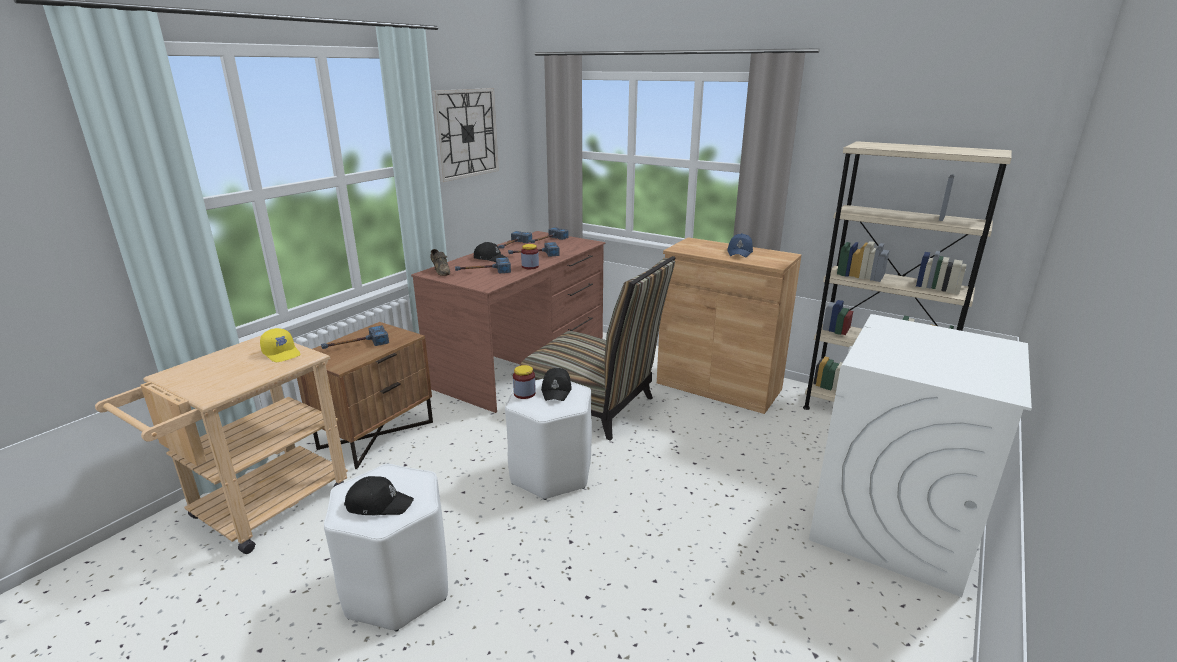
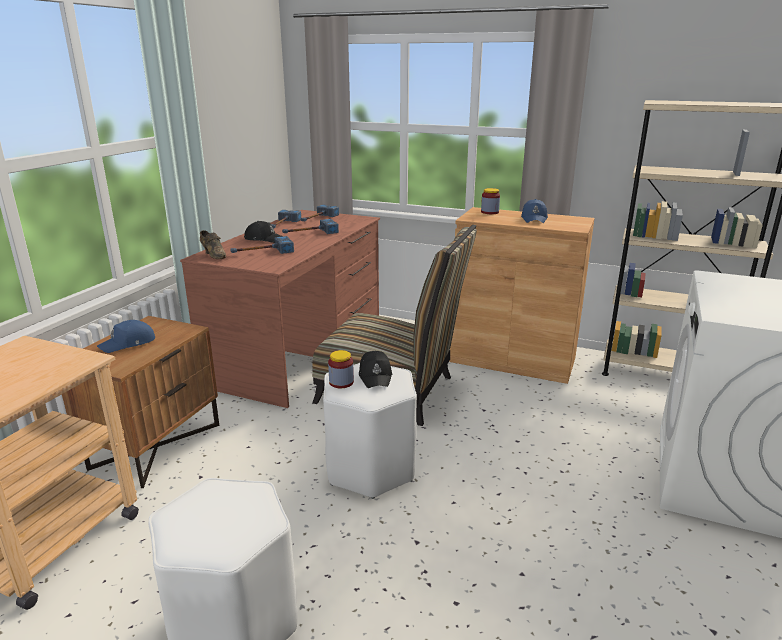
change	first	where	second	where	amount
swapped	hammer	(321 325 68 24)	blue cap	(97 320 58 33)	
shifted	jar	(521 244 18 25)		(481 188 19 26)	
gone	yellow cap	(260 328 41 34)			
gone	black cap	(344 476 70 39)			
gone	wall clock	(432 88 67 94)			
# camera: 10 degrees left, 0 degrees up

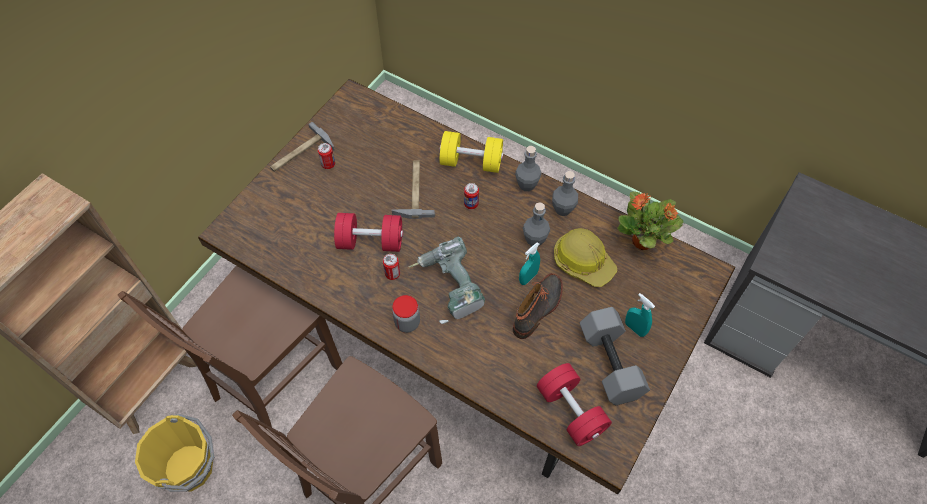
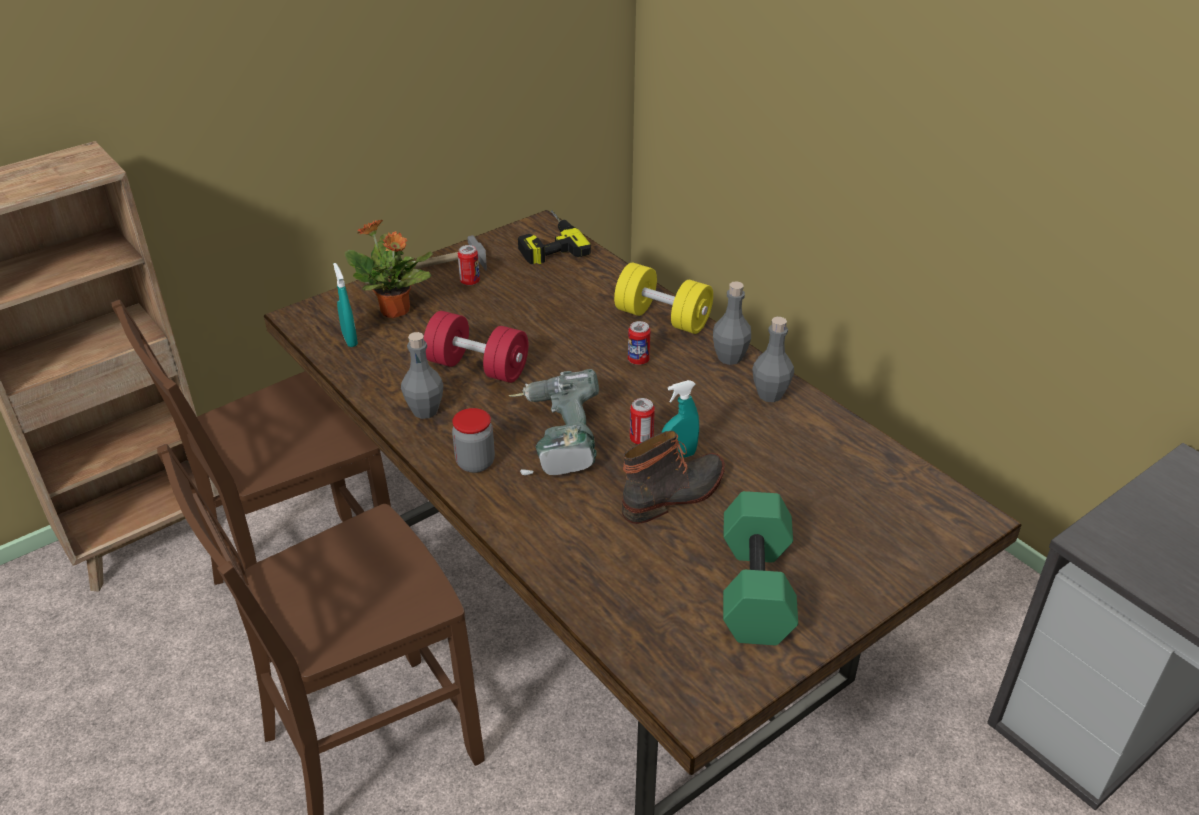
change	first	where	second	where	amount
shifted	turquoise spray bottle	(625 293 30 44)		(333 263 25 84)	
shifted	potted plant	(617 191 67 59)		(345 219 88 99)	
shifted	grey bottle	(523 202 27 44)		(401 332 43 87)	
new			power drill	(518 210 73 54)	
shifted	can	(383 254 17 26)		(630 398 25 46)	
repainted	grey dumbbell	(580 307 70 98)	green dumbbell	(723 491 75 154)	
gone	yellow bucket	(135 414 79 78)			
gone	hammer	(392 160 43 59)			
gone	red dumbbell	(537 363 75 83)			
gone	hard hat	(554 229 63 58)			
# camera: 20 degrees right, 20 degrees down

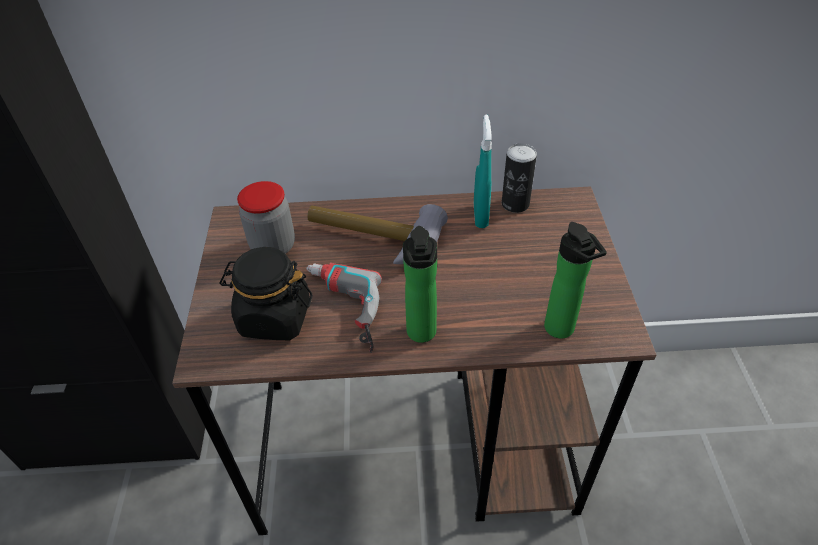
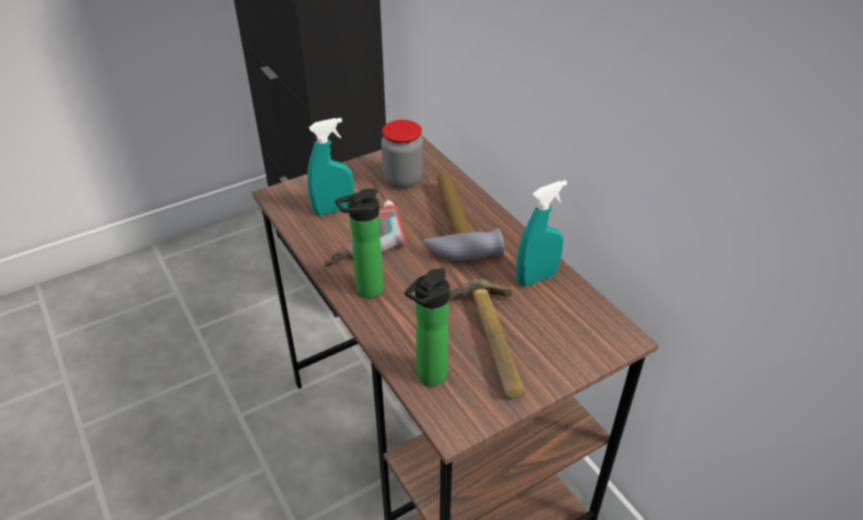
change	first	where	second	where	amount
swapped	black jar	(219 247 94 93)	turquoise spray bottle	(307 118 47 97)	
new			hammer	(449 279 76 119)	
gone	can	(502 143 35 70)			
# camera: 60 degrees right, 5 degrees down

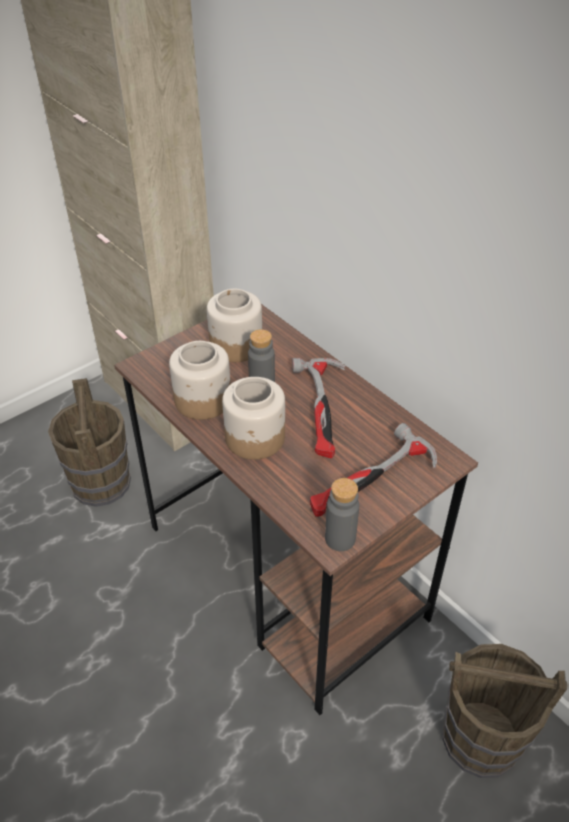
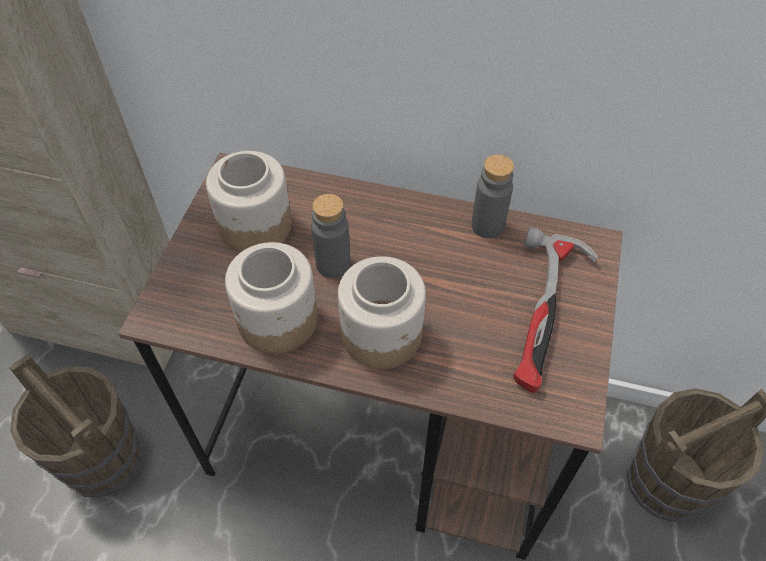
change	first	where	second	where	amount
shifted	grey bottle	(325 478 34 73)		(471 155 43 83)	
gone	hammer	(292 358 54 100)			
# camera: 35 degrees left, 10 degrees up

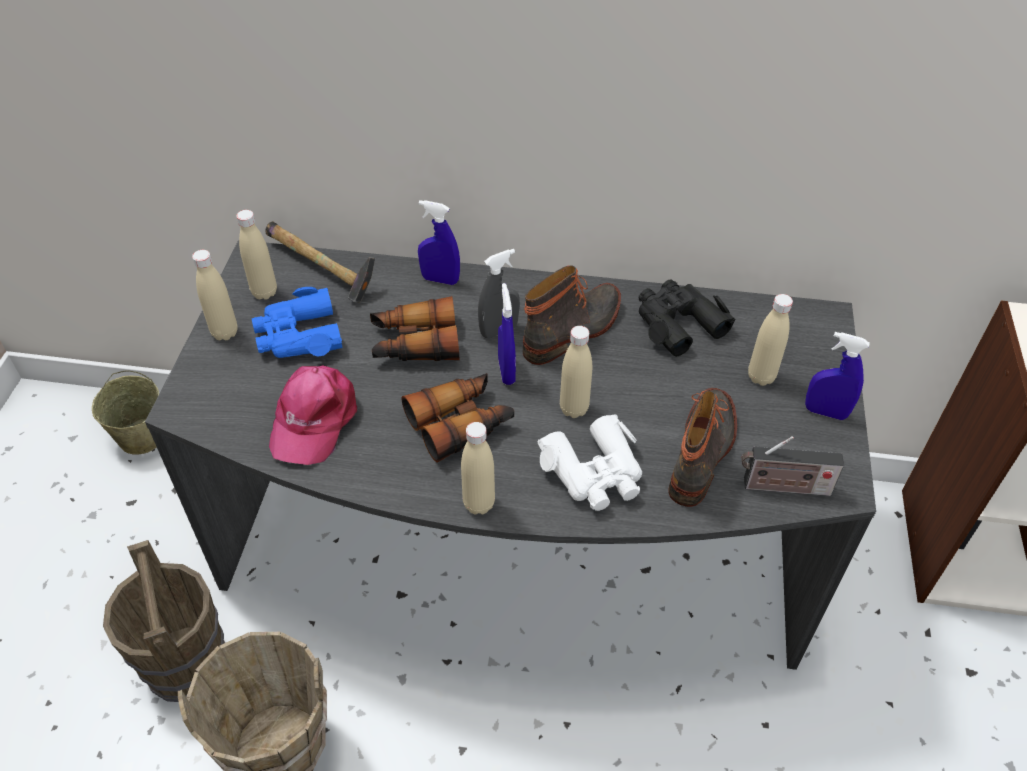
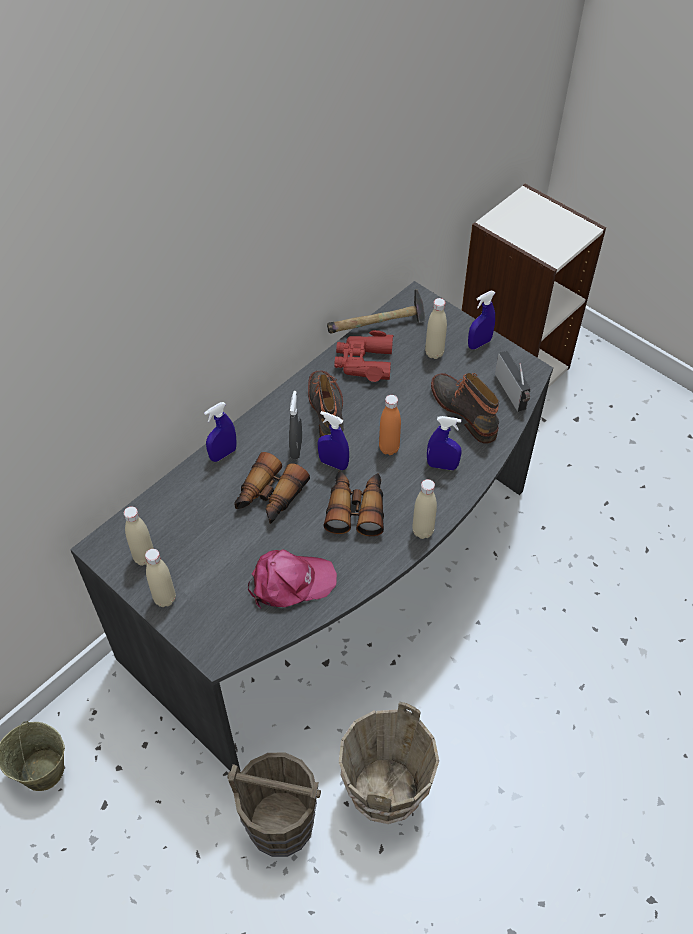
change	first	where	second	where	amount
rotated	pink cap	(269 365 88 100)		(248 549 89 59)	60 degrees counterclockwise
shifted	hammer	(266 221 109 82)		(327 289 99 45)	
repainted	black binoculars	(639 279 96 78)	red binoculars	(334 330 59 52)	
repainted	beige bottle	(560 326 32 92)	orange bottle	(379 395 22 60)	
swapped	white binoculars	(538 415 104 96)	blue spray bottle	(427 416 35 54)	
rotated	radio	(742 436 102 60)		(495 351 36 61)	60 degrees counterclockwise
gone	blue binoculars	(252 287 91 71)			
# camera: 55 degrees left, 5 degrees up

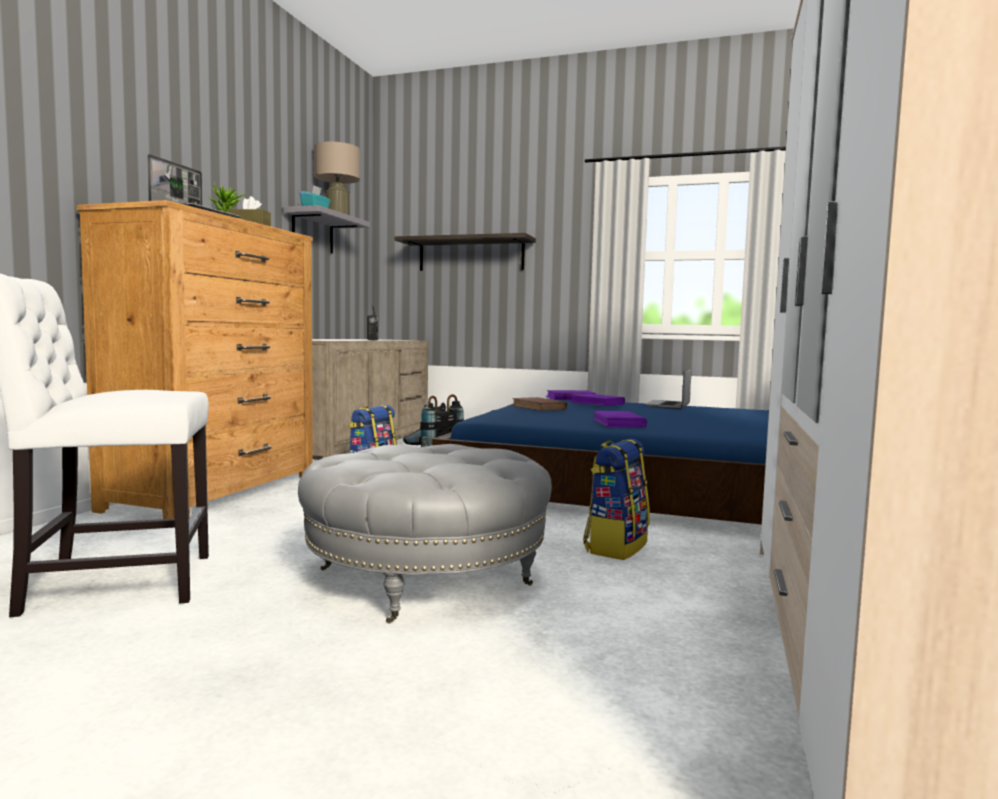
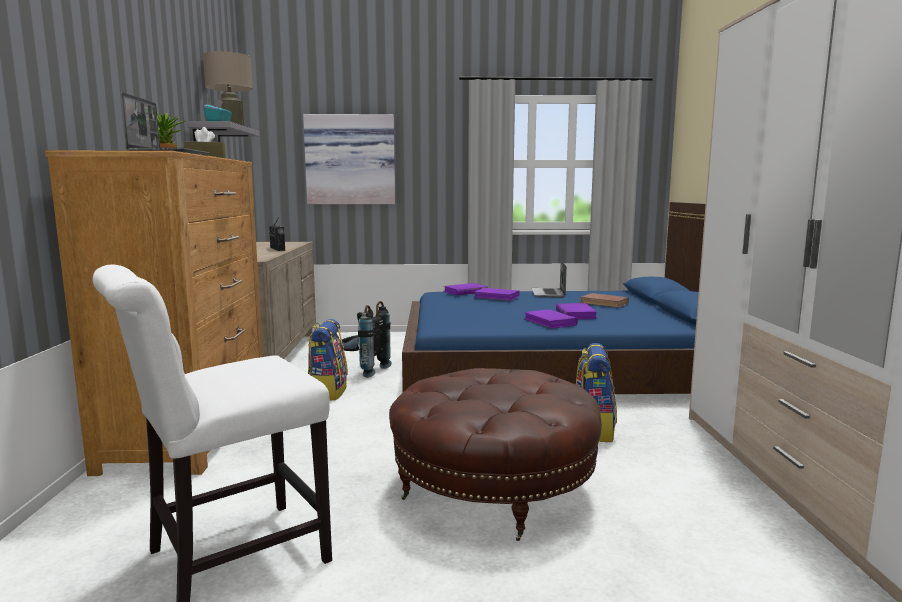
change	first	where	second	where	amount
swapped	shelf	(395 233 141 38)	picture	(303 114 92 90)	
repainted	grey ottoman	(298 444 254 179)	brown ottoman	(389 368 213 173)	
new			purple book	(556 303 41 16)	
shifted	brown book	(512 397 55 14)		(581 293 48 15)	
# camera: 20 degrees left, 5 degrees up

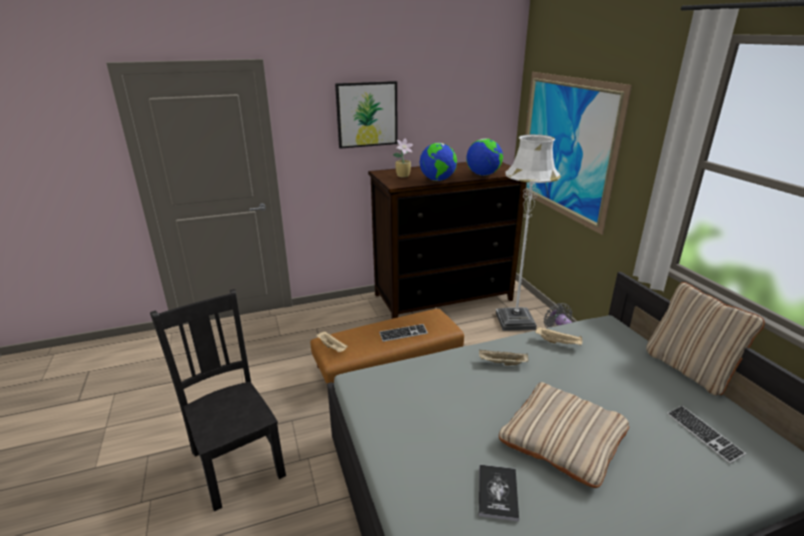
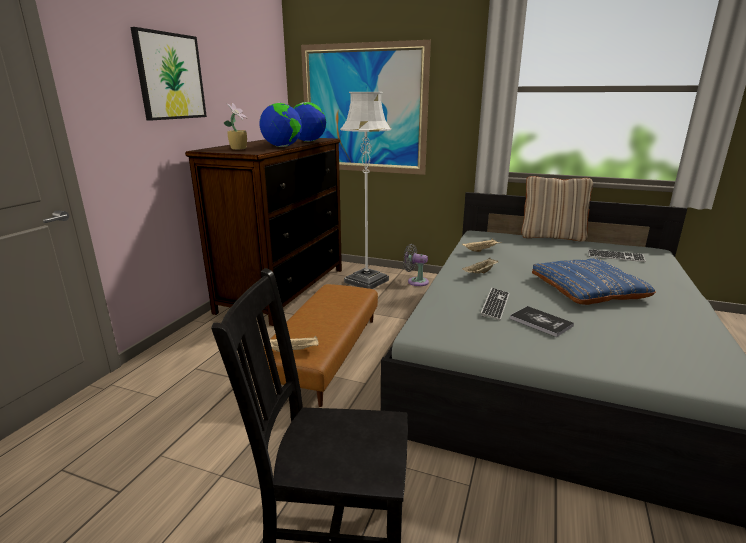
change	first	where	second	where	amount
shifted	keyboard	(379 324 49 18)		(480 288 30 32)	
shifted	book	(479 465 40 56)		(510 306 64 31)	
repainted	beige pillow	(499 382 130 106)	blue pillow	(532 258 124 47)	
# camera: 50 degrees left, 5 degrees down

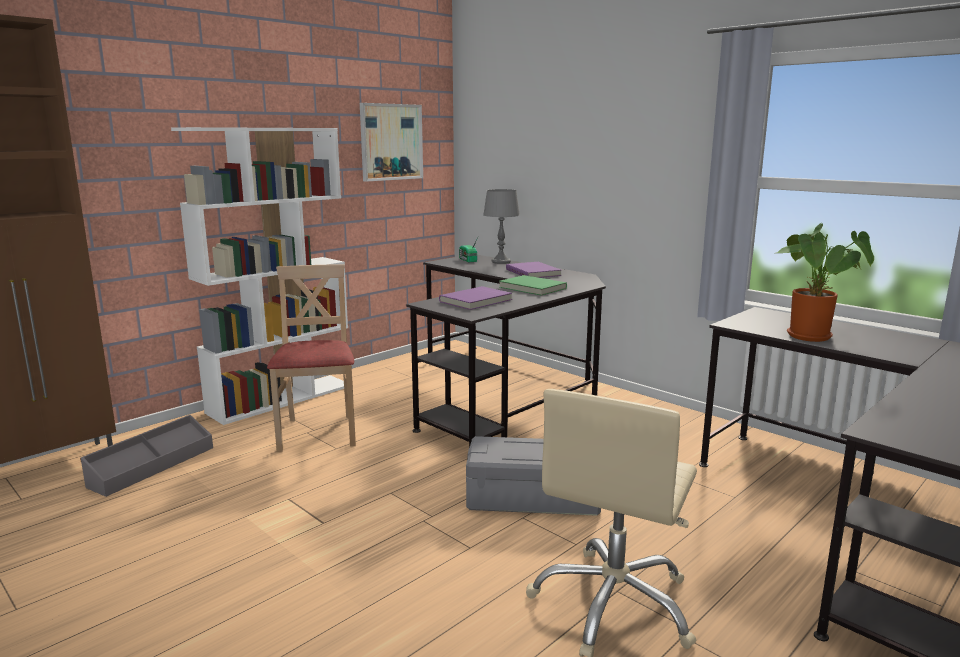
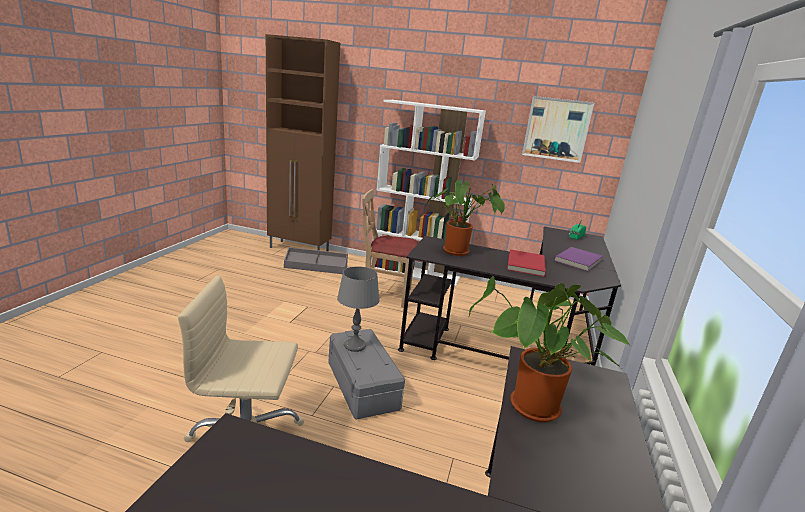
change	first	where	second	where	amount
shifted	grey table lamp	(483 189 37 75)		(337 267 43 85)	
rotated	beige chair	(267 264 89 188)		(362 189 56 119)	135 degrees counterclockwise
swapped	purple book	(439 286 73 24)	potted plant	(426 180 79 76)	
repainted	green book	(499 275 68 21)	red book	(507 249 39 28)	
# camera: 60 degrees right, 5 degrees up

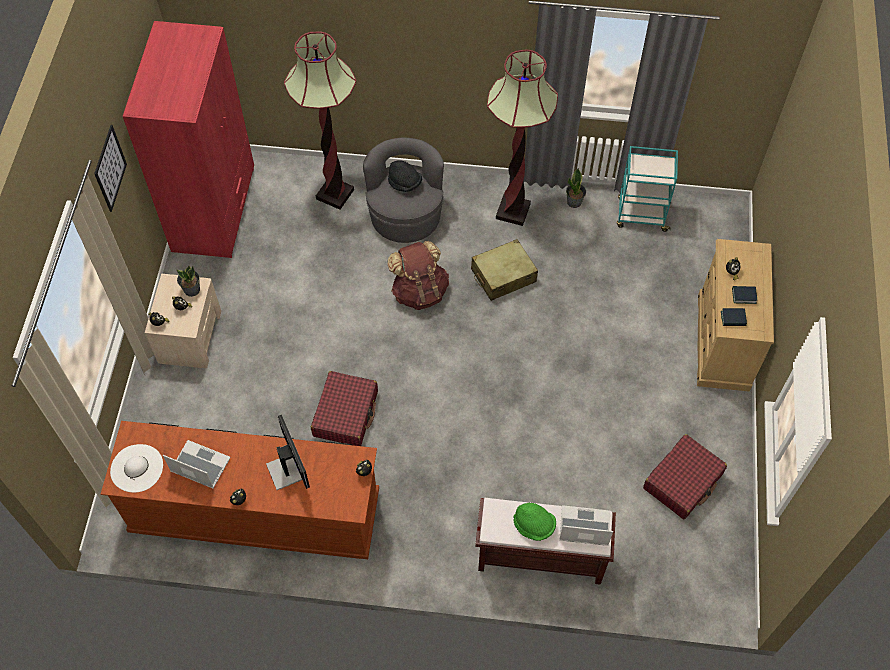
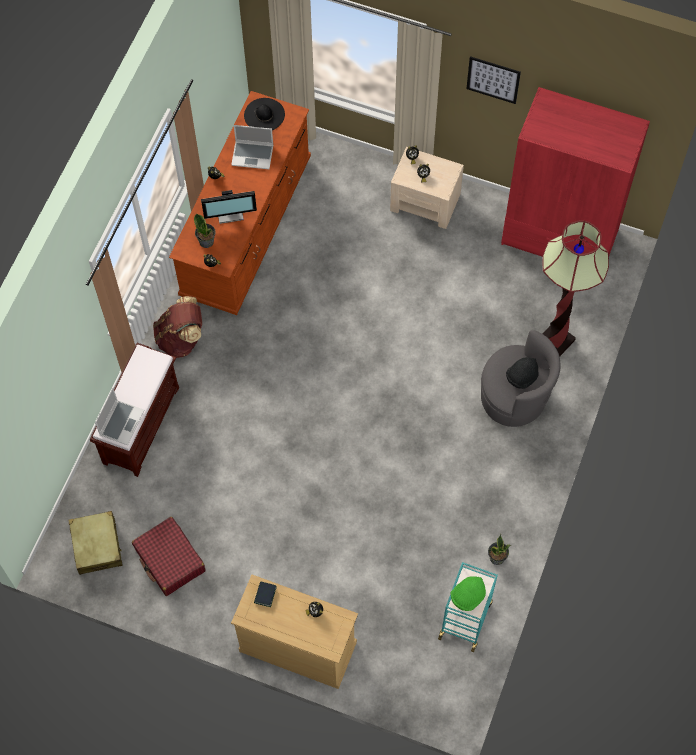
change	first	where	second	where	amount
shifted	beige suitcase	(471 239 67 62)		(69 511 54 64)	
shifted	brown backpack	(387 241 62 69)		(153 296 49 62)	
shifted	potted plant	(177 266 23 31)		(194 213 22 35)	
rotated	laptop	(163 440 68 48)		(231 125 42 44)	60 degrees clockwise
repainted	white hat	(110 444 53 49)	black hat	(244 98 41 32)	
shifted	green hat	(513 503 43 38)		(451 576 35 35)	
gone	red suitcase	(311 371 67 75)			
gone	floor lamp	(487 49 71 177)			
gone	book	(732 286 25 18)			
# camera: 105 degrees right, 5 degrees up

